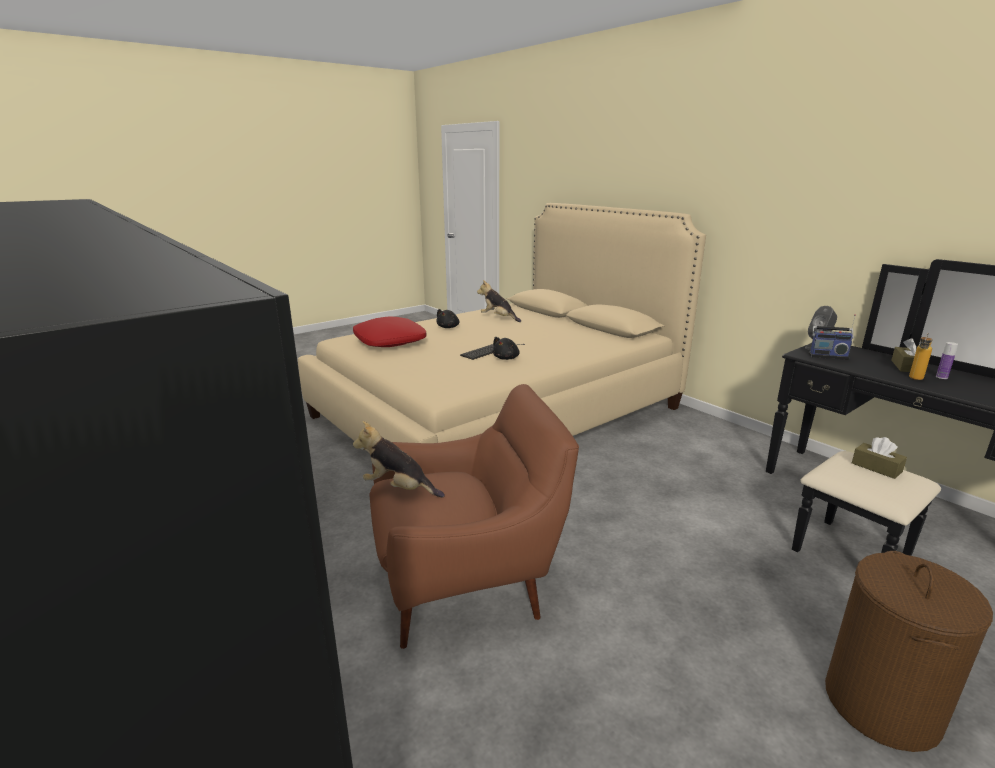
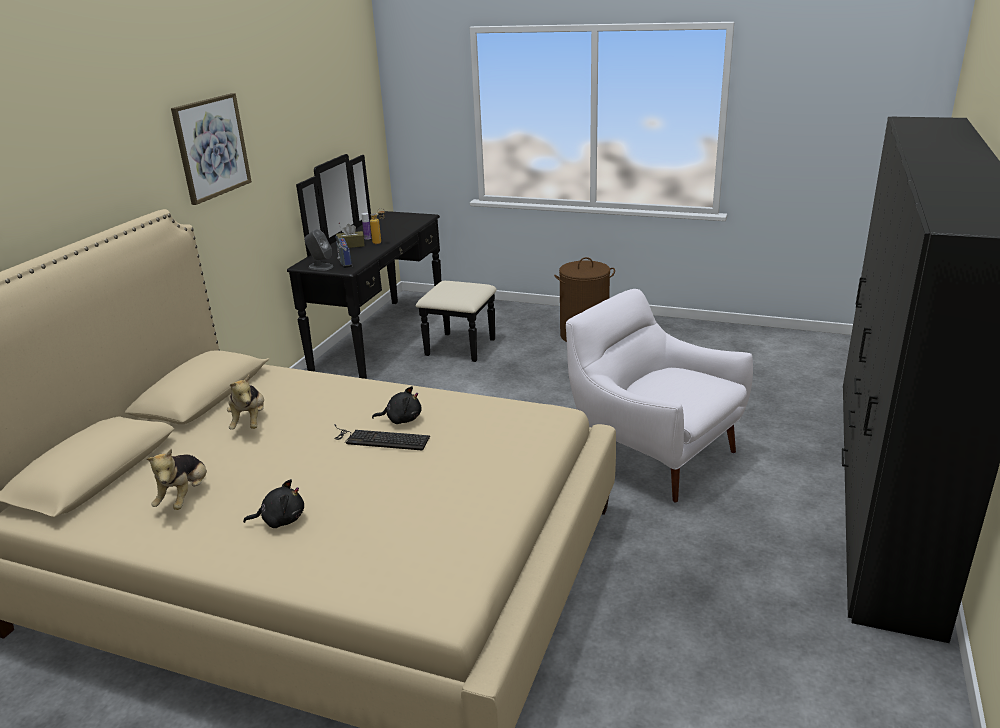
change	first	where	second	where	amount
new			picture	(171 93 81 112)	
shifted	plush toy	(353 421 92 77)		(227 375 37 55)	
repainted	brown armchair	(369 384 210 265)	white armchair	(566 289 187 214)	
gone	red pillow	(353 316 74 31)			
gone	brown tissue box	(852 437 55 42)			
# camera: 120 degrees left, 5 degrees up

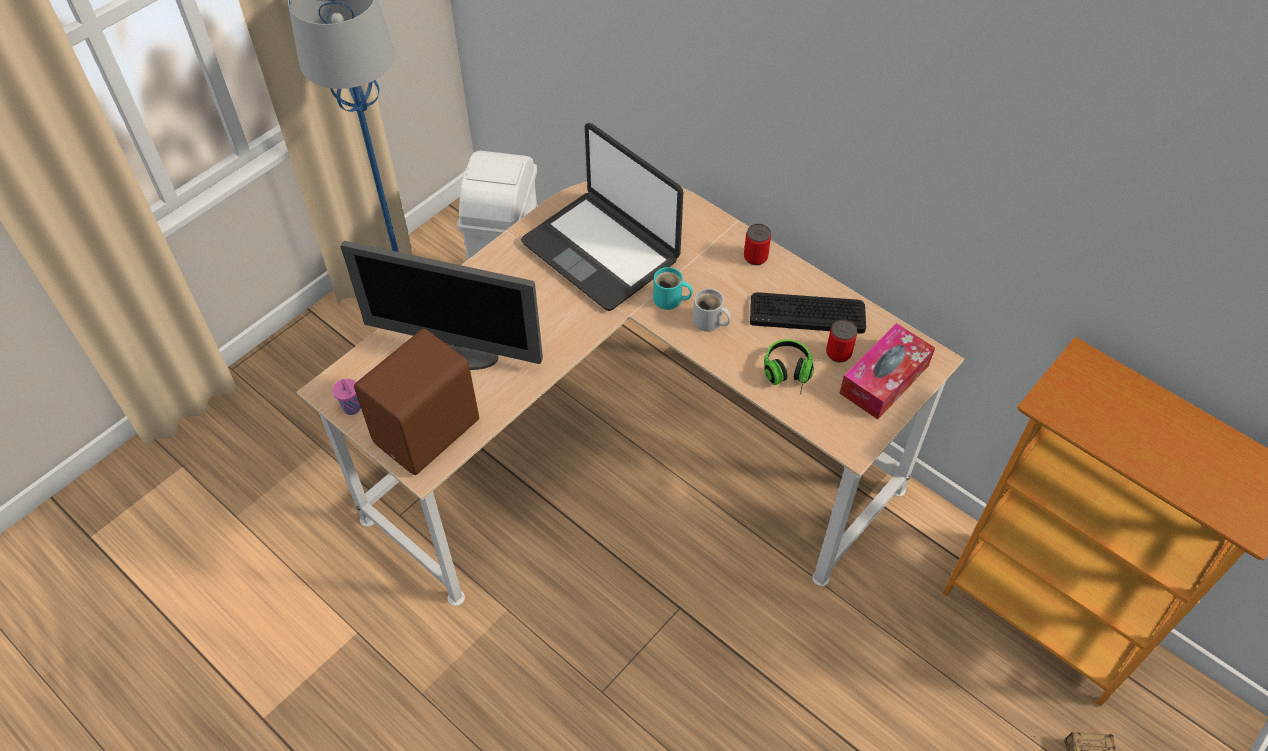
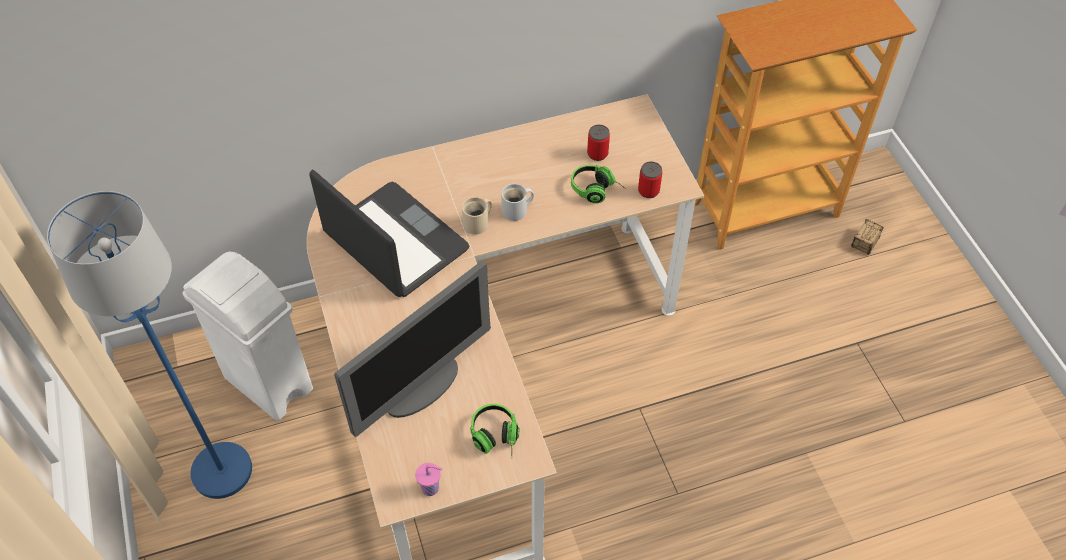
change	first	where	second	where	amount
rotated	laptop	(521 123 162 188)		(309 170 160 127)	120 degrees counterclockwise
repainted	turquoise mug	(653 267 40 43)	beige mug	(462 197 30 38)	
swapped	brown speaker	(354 329 125 146)	headphones	(470 404 49 50)	
shifted	can	(744 224 27 41)		(638 162 24 36)	
gone	keyboard	(750 292 116 42)			
gone	tissue box	(839 323 96 96)			
# camera: 60 degrees left, 0 degrees up

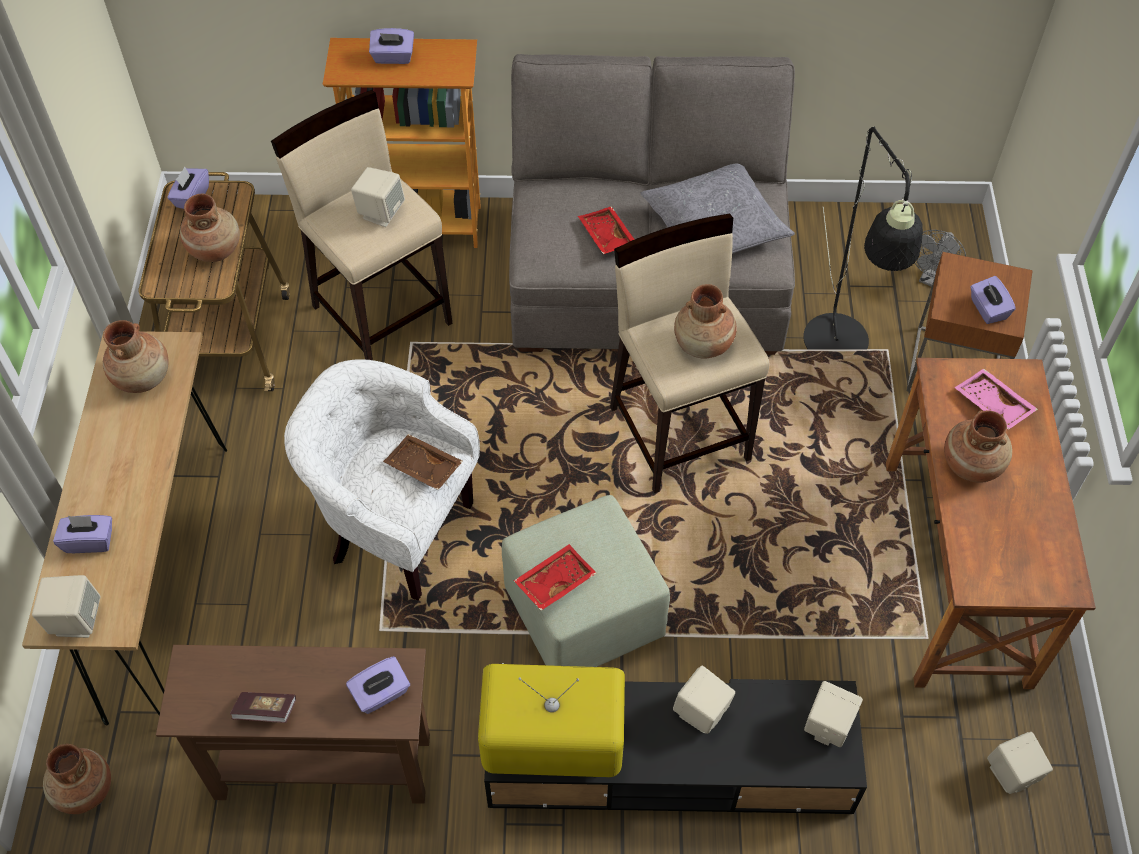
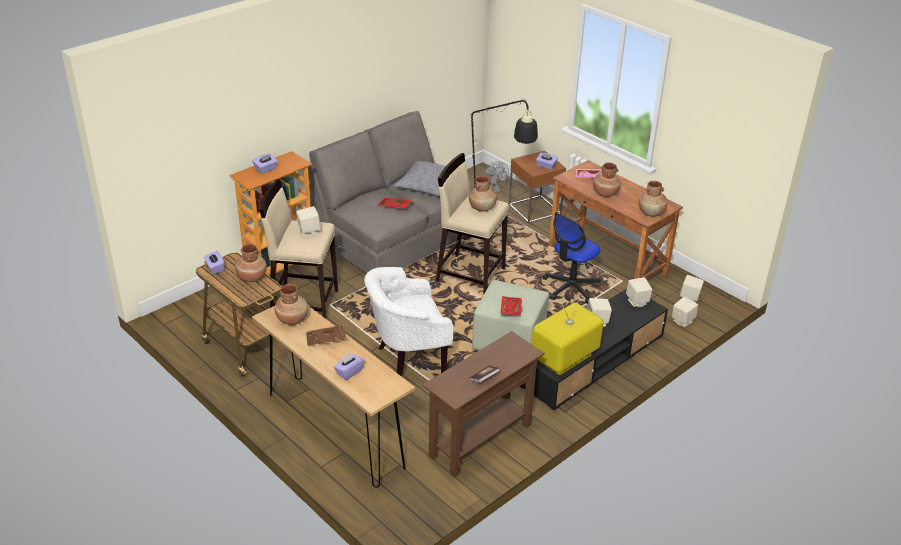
change	first	where	second	where	amount
shifted	brown tray	(383 434 80 56)		(306 324 40 22)	
new			office chair	(543 212 57 92)	
shifted	brown vase	(43 744 68 70)		(639 181 28 36)	
shifted	beige speaker	(32 575 69 63)		(672 297 26 30)	
gone	purple tissue box	(346 656 64 58)			
# camera: 45 degrees left, 20 degrees down

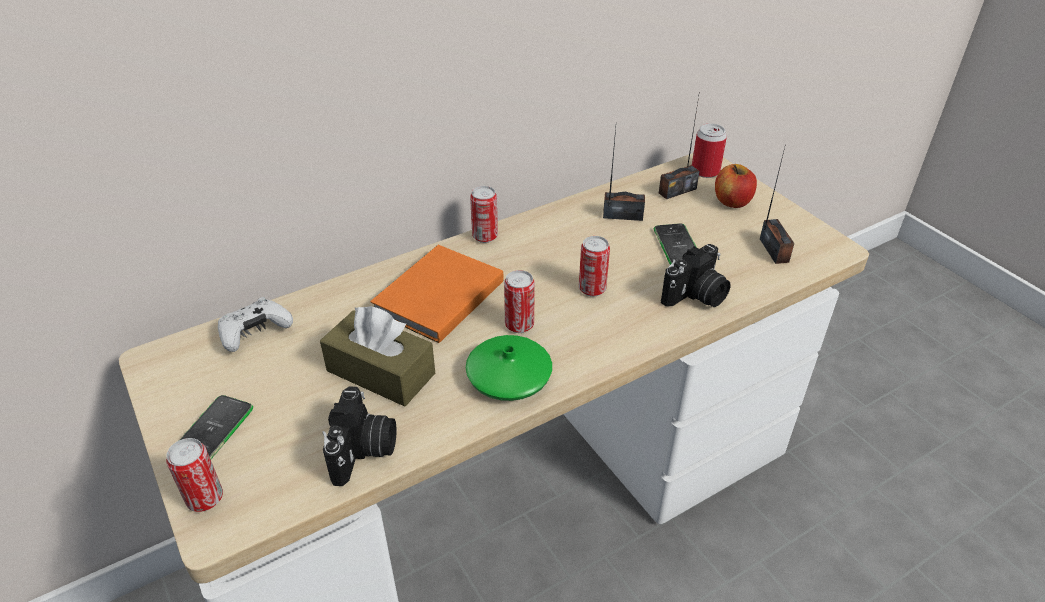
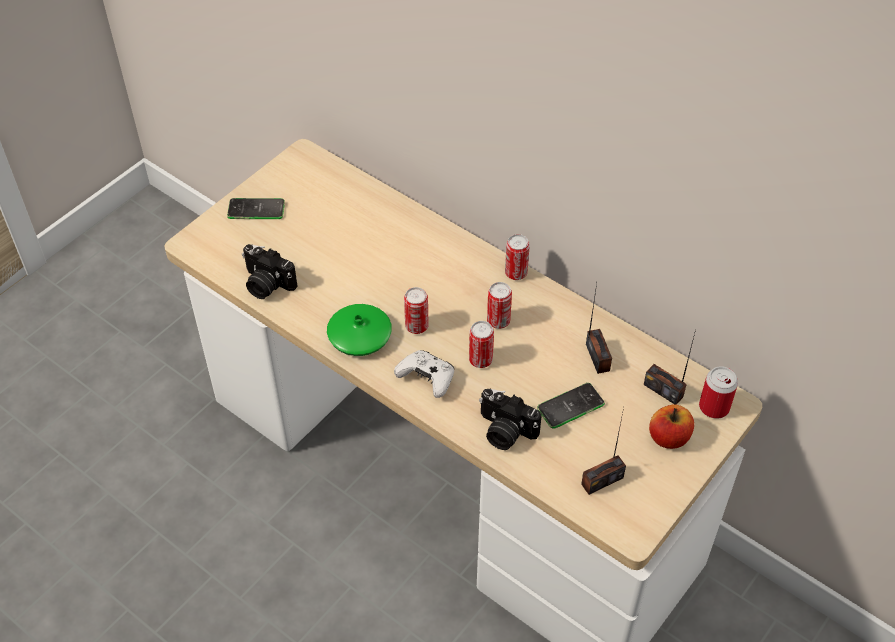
change	first	where	second	where	amount
rotated	photo camera	(322 386 75 100)		(242 244 56 55)	45 degrees clockwise
shifted	white game controller	(218 297 75 55)		(394 350 60 48)	
shifted	can	(166 438 57 74)		(487 282 25 47)	
gone	brown tissue box	(320 306 115 100)			
gone	orange book	(370 245 134 98)			
# camera: 70 degrees right, 10 degrees up

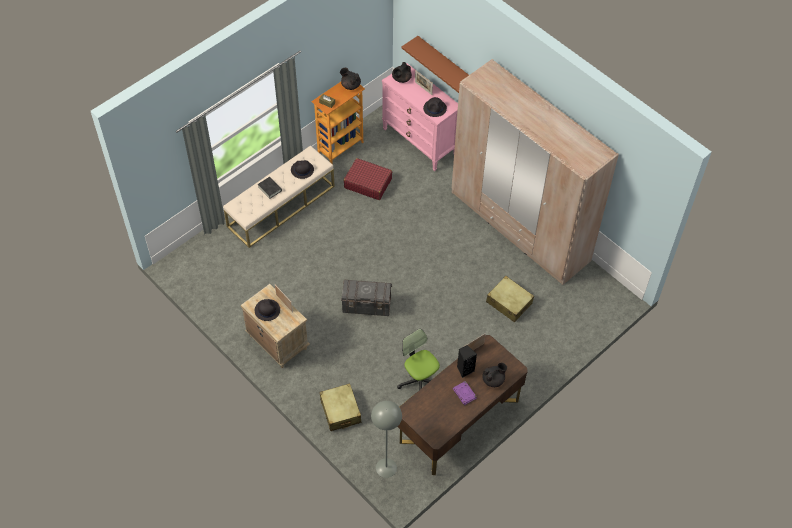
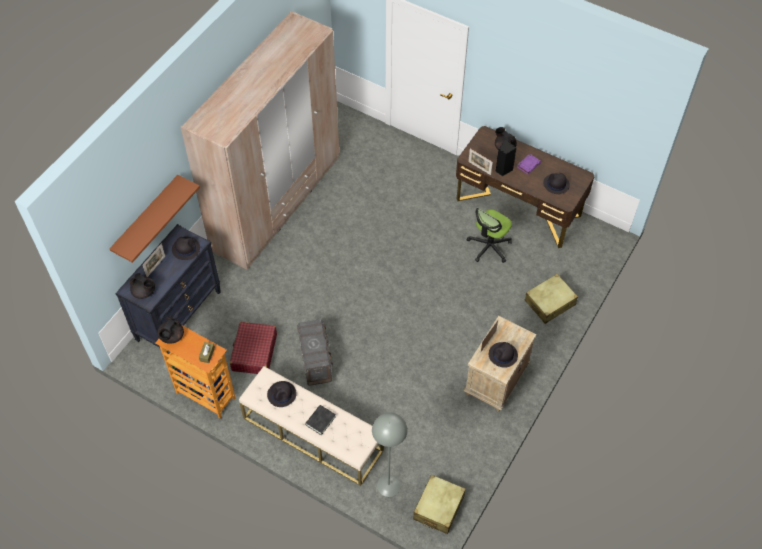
change	first	where	second	where	amount
repainted	pink dresser	(382 63 76 108)	black dresser	(115 224 106 130)	
shifted	grey storage box	(341 280 51 36)		(297 319 36 67)	
shifted	grey floor lamp	(371 401 31 77)		(372 412 36 85)	
shifted	beige suitcase	(486 276 48 47)		(413 475 52 59)	
new			black hat	(543 173 27 21)	
# camera: 105 degrees left, 0 degrees up

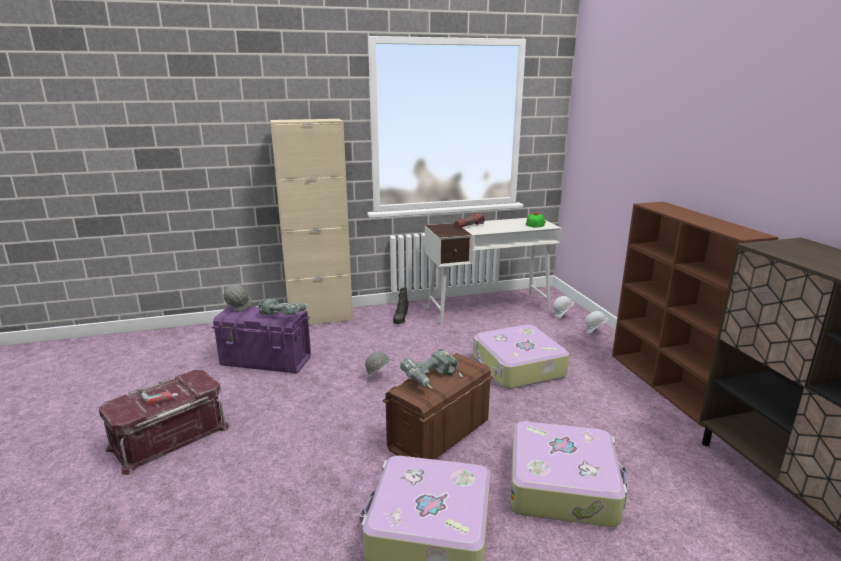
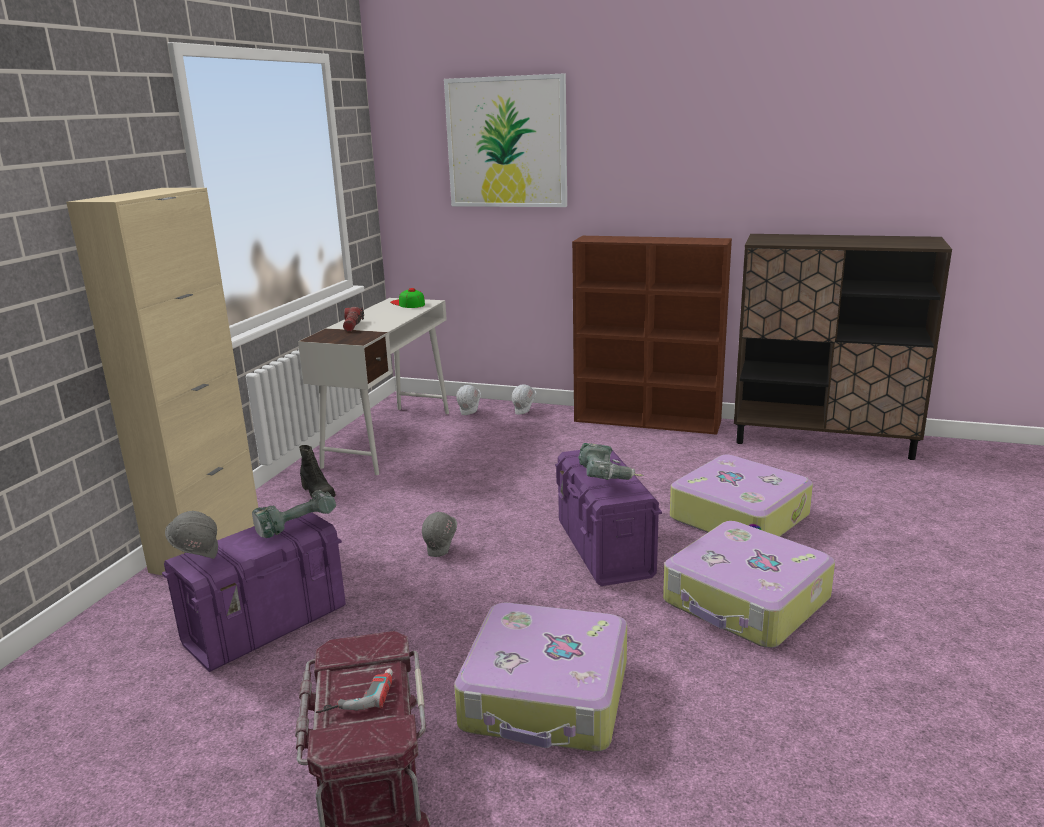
change	first	where	second	where	amount
new			picture	(444 74 123 133)	
shifted	suitcase	(473 324 96 65)		(454 603 173 149)	
repainted	brown storage box	(383 353 110 107)	purple storage box	(555 450 107 136)	
# camera: 55 degrees left, 0 degrees up

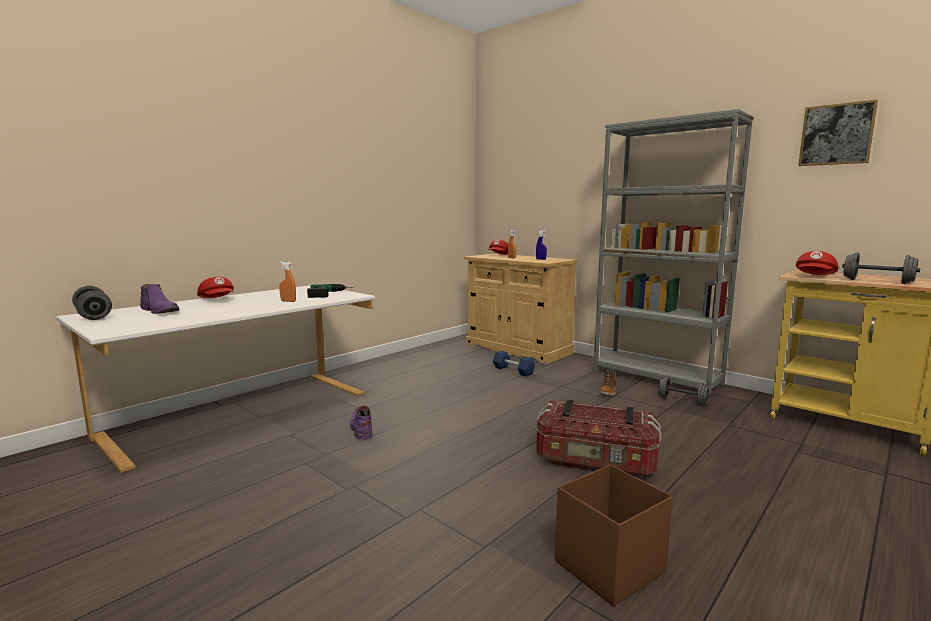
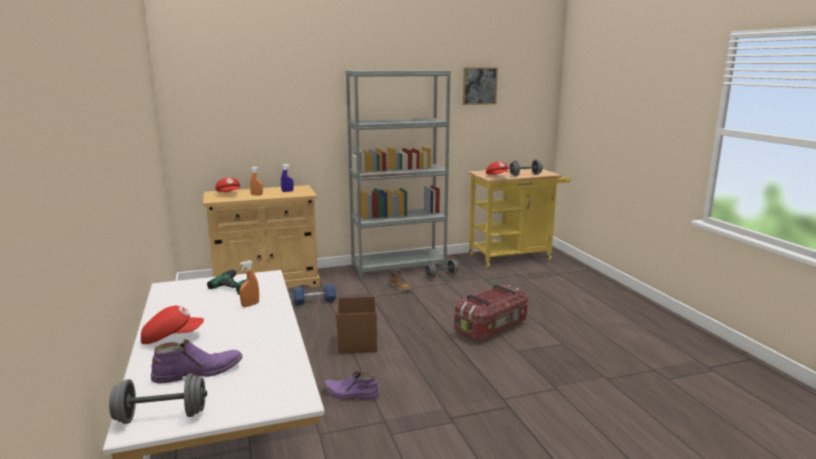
change	first	where	second	where	amount
shifted	brown storage box	(555 465 118 142)		(335 296 42 58)	
# camera: 60 degrees left, 5 degrees up

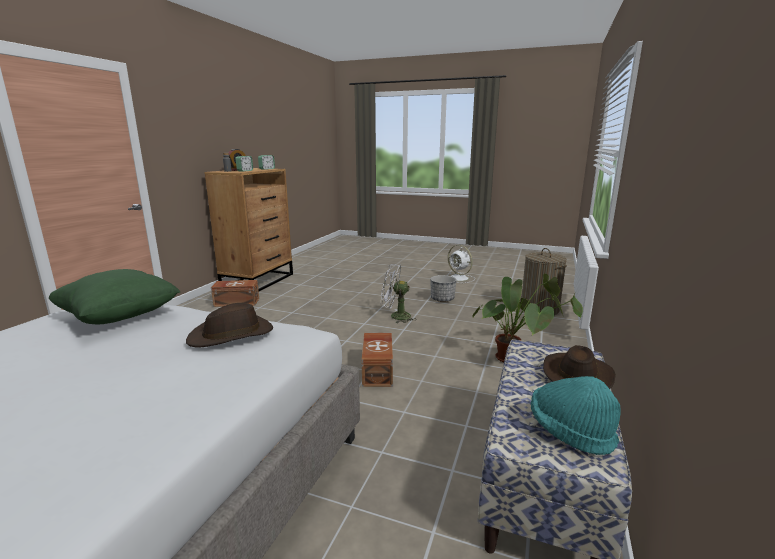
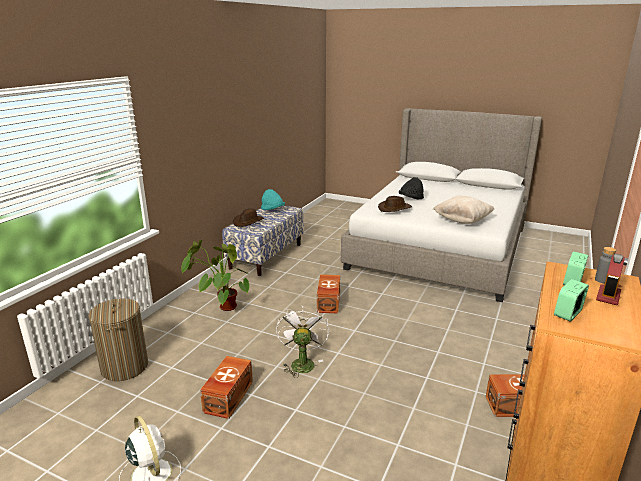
change	first	where	second	where	amount
swapped	planter	(430 275 27 27)	brown storage box	(200 356 53 63)	
rotated	white fan	(381 264 35 59)		(276 306 53 72)	105 degrees counterclockwise
new			black hat	(399 177 25 22)	
repainted	green pillow	(49 269 131 56)	beige pillow	(433 196 61 28)	
# camera: 175 degrees left, 5 degrees up

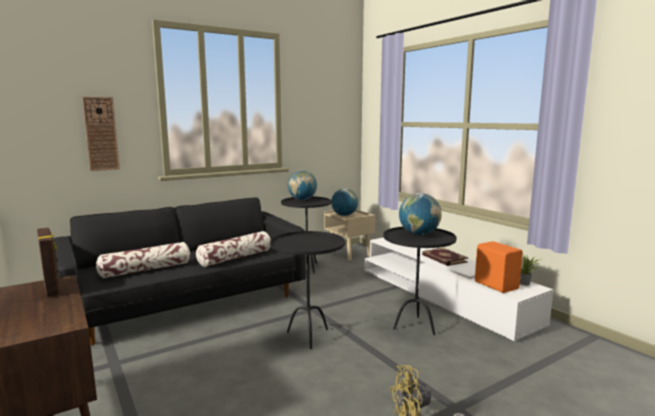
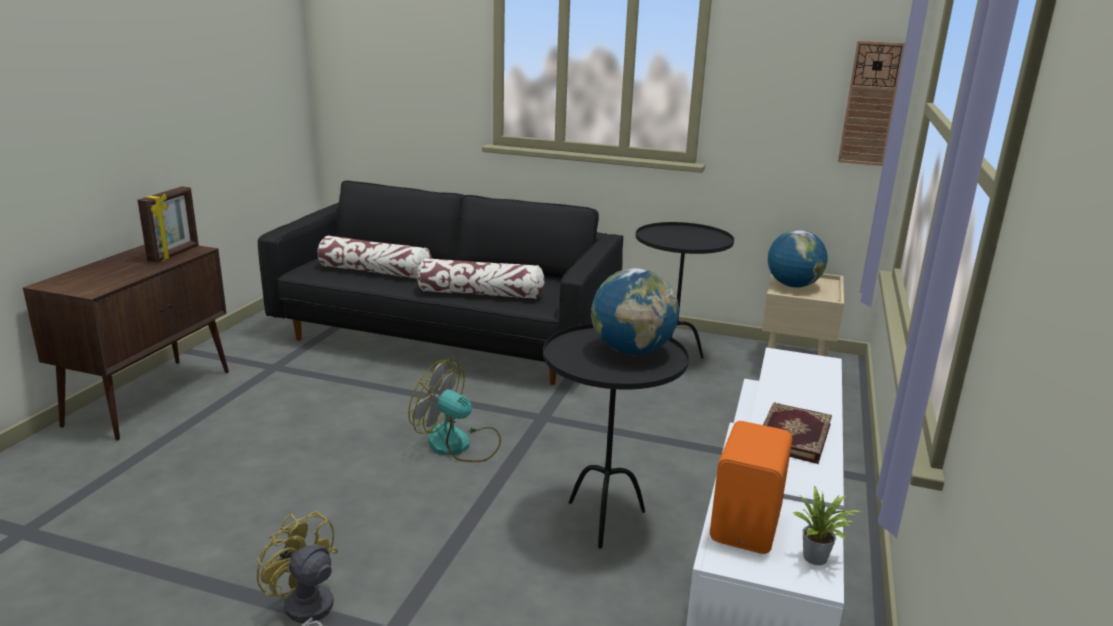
change	first	where	second	where	amount
swapped	black side table	(270 231 75 118)	fan	(408 359 93 103)	
shifted	wall clock	(82 97 38 74)		(838 41 67 125)	
gone	globe	(288 171 29 30)			
# camera: 50 degrees right, 10 degrees up

